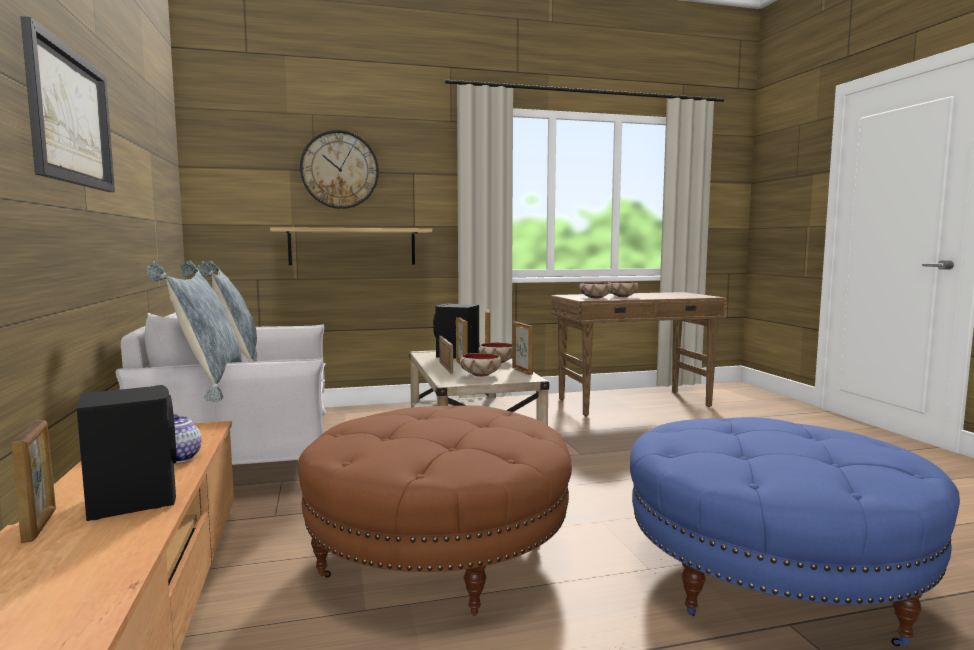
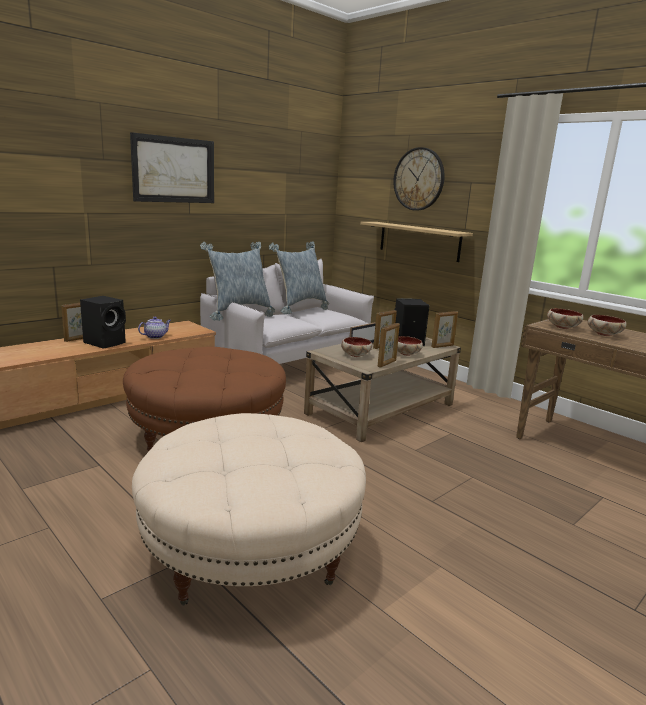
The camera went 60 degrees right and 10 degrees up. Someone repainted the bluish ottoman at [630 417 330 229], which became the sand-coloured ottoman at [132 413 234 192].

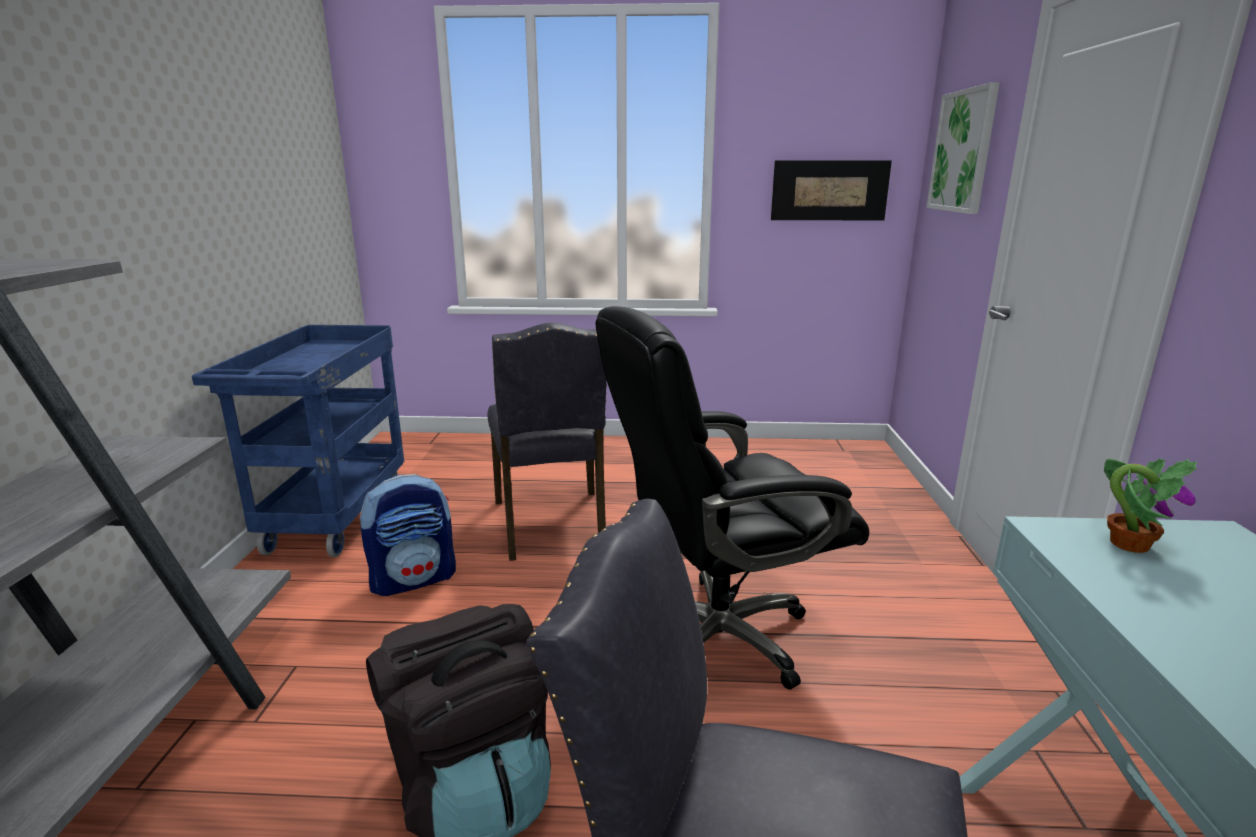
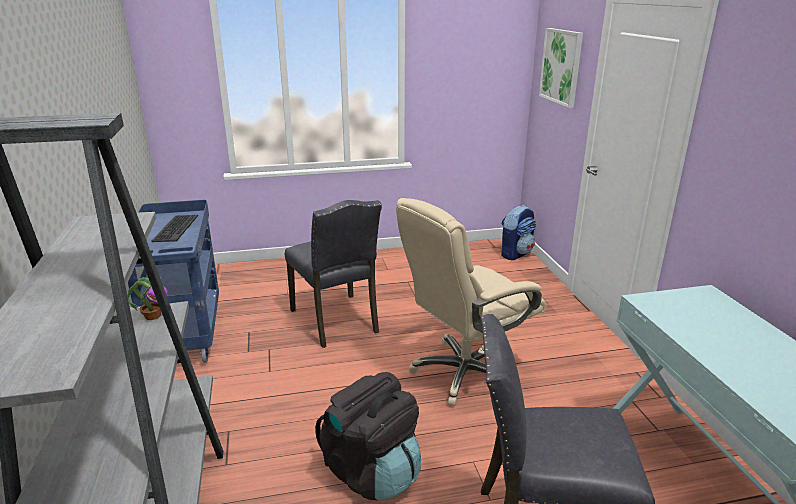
The camera went 15 degrees left and 5 degrees up. Someone took away the wall art at [771 161 121 60]. Someone put down the computer keyboard at [151 215 47 27]. Someone carried the knapsack from [360 474 96 122] to [501 205 35 55]. Someone carried the plant in a pot from [1104 458 93 95] to [127 277 41 43]. Someone repainted the blackish computer chair at [596 306 273 384], which became the sand-coloured computer chair at [396 198 150 208].

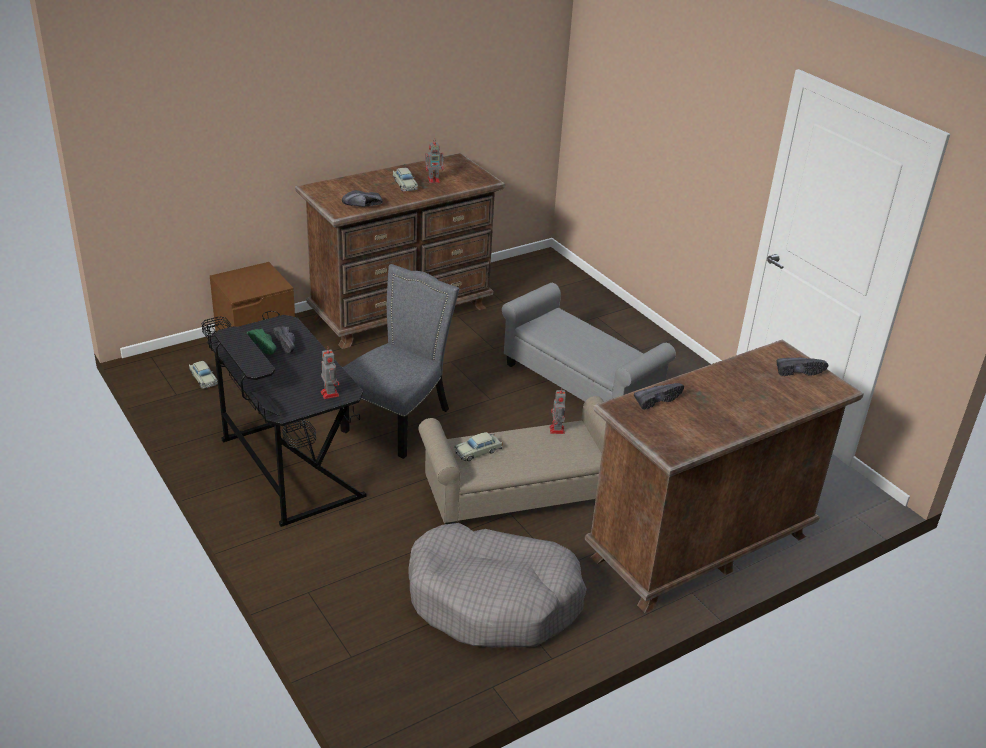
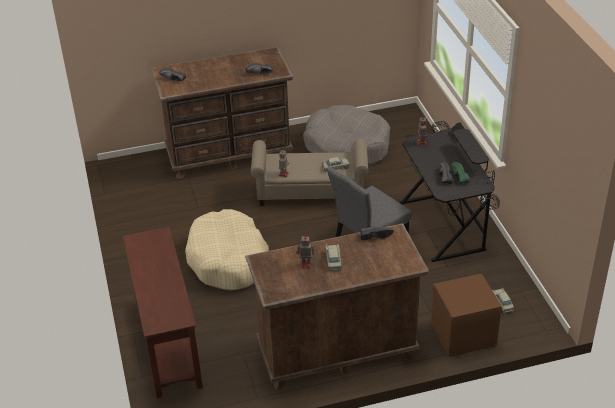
The camera went 160 degrees left and 5 degrees up. Someone put down the brown narrow table at [123 227 80 171]. Someone swapped the grey ottoman at [502 283 174 119] for the sand-coloured pet bed at [185 209 84 82].

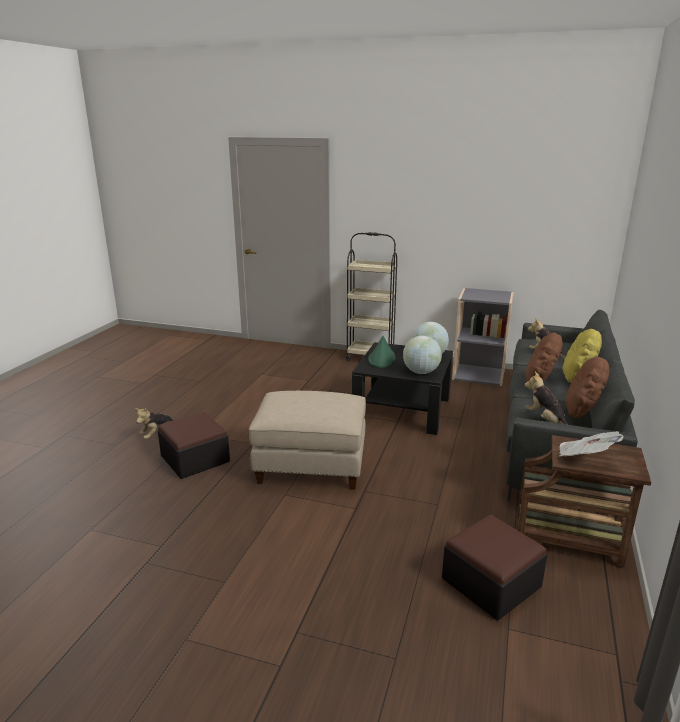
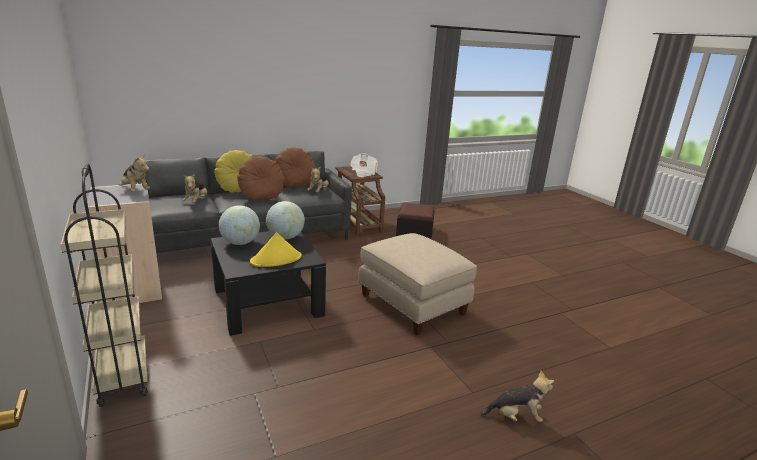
The camera went 135 degrees left and 0 degrees up. Someone took away the ottoman at [158 412 72 67]. Someone put down the soft toy at [118 154 32 37]. Someone repainted the greenish hat at [368 336 28 32], which became the yellowish hat at [250 232 52 35].

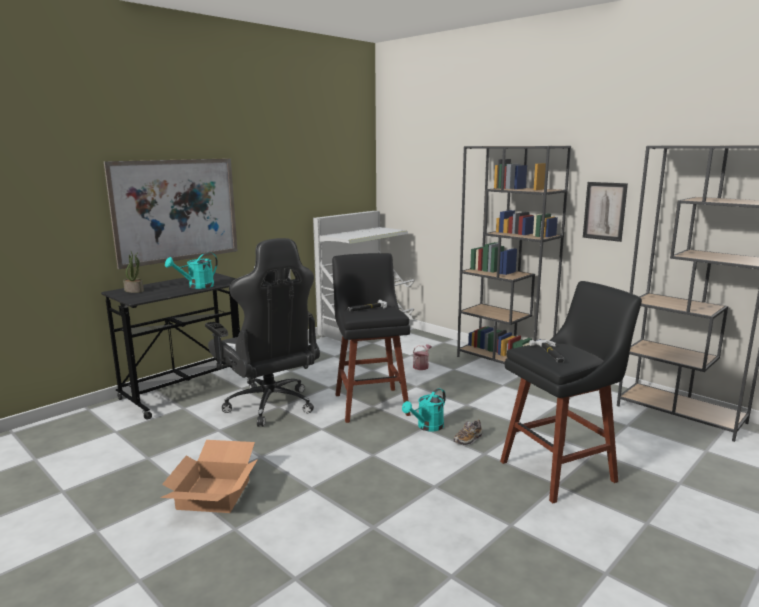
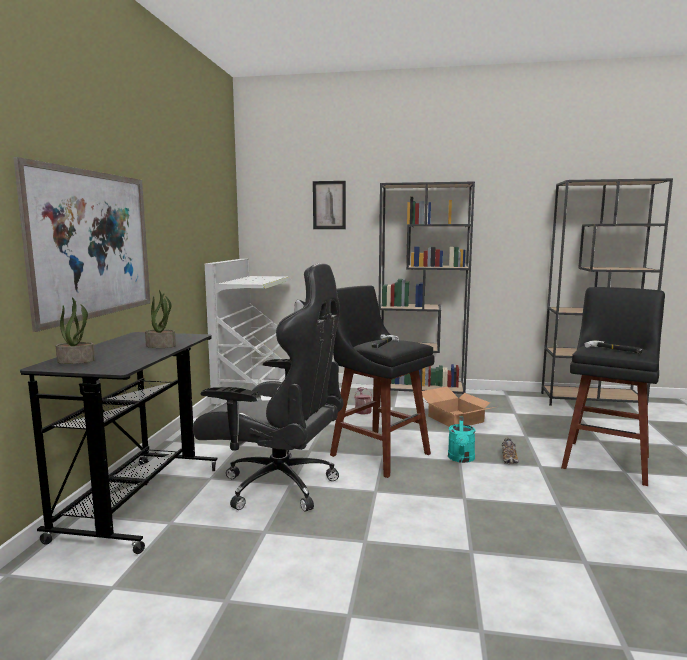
The camera went 35 degrees left and 5 degrees down. Someone carried the packing box from [160 440 98 73] to [422 387 73 40]. Someone carried the wall art from [583 182 45 60] to [313 181 33 48]. Someone swapped the turquoise-coloured watering can at [165 252 53 37] for the plant in a pot at [145 290 31 58].

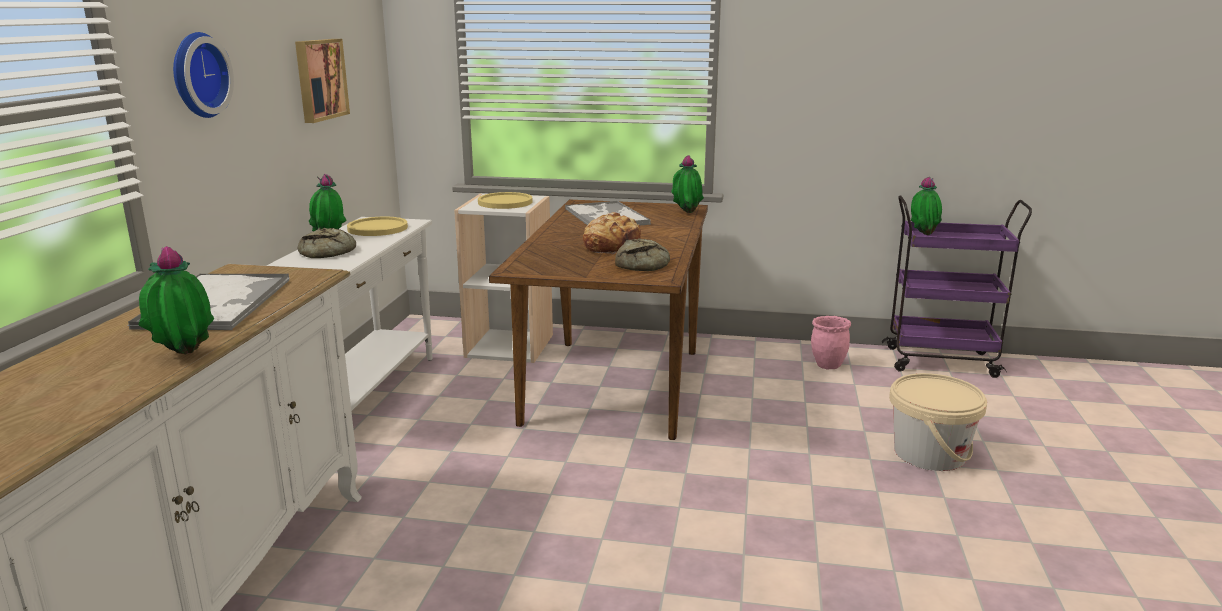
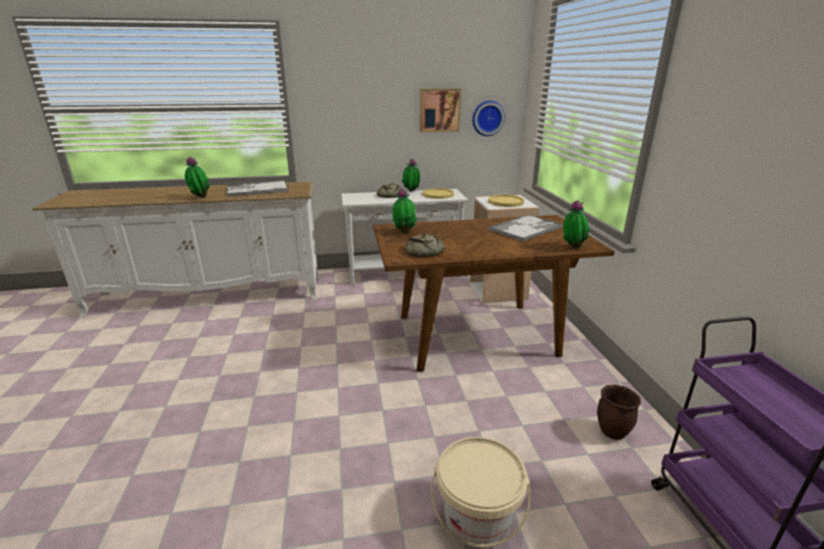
The camera went 70 degrees right and 5 degrees up. Someone took away the baked bread at [583 212 58 43]. Someone carried the hanging clock from [173 32 61 86] to [472 101 33 35]. Someone carried the plant in a pot from [911 177 31 58] to [392 189 26 45]. Someone repainted the pinkish planter at [811 316 40 53], which became the brown planter at [597 385 44 55].

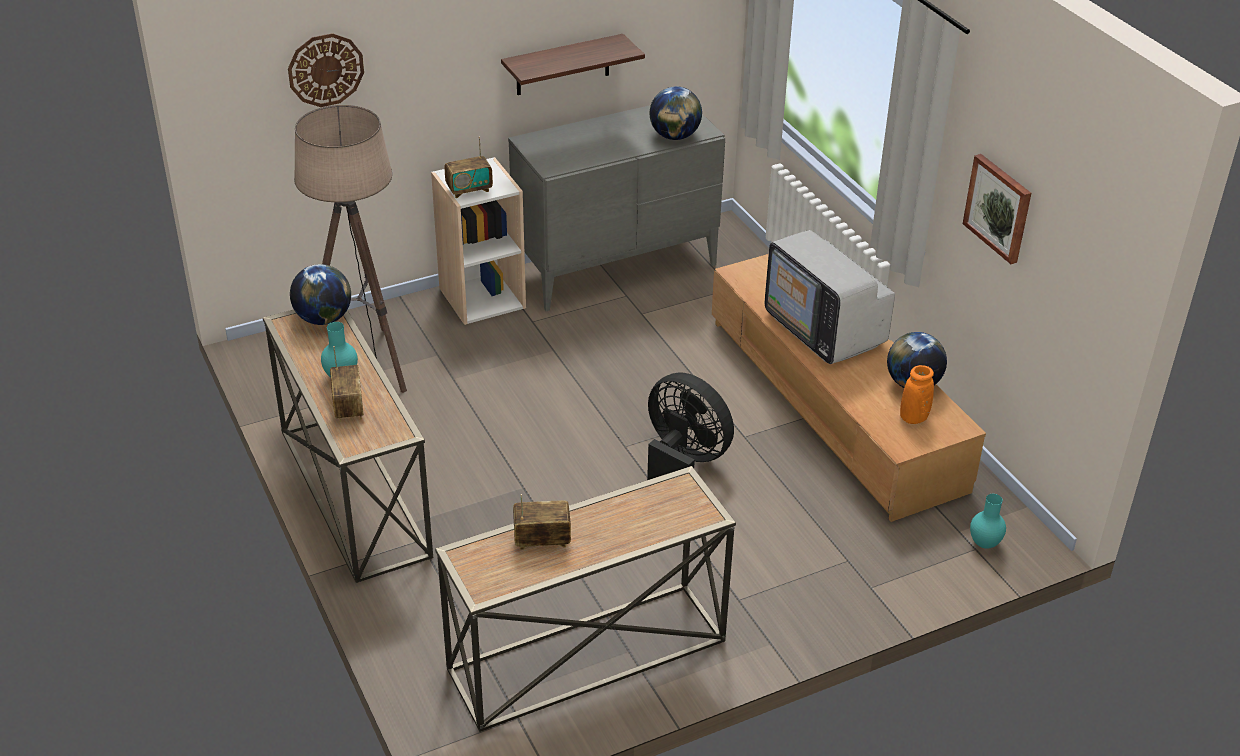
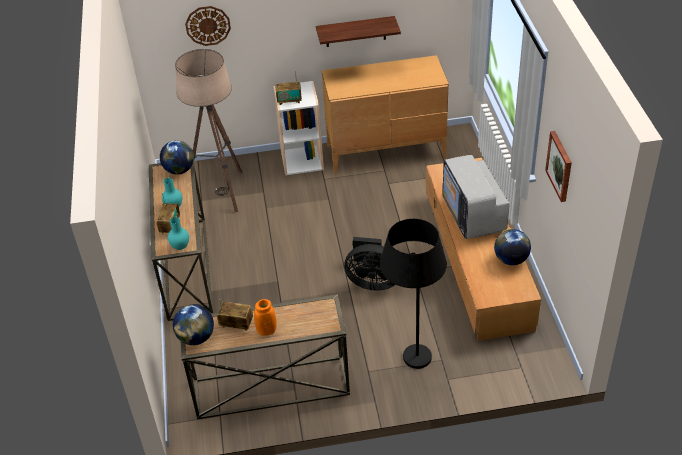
The camera went 20 degrees right and 5 degrees up. Someone put down the blackish floor lamp at [380 219 67 150]. Someone carried the desk globe from [650 86 52 54] to [173 304 41 41]. Someone carried the orange-coloured vase from [900 365 34 59] to [254 299 23 37]. Someone carried the turquoise-coloured vase from [970 494 36 55] to [168 217 21 33]. Someone repainted the grey cupboard at [508 105 217 206], which became the brown cupboard at [321 55 128 119]. Someone rotated the blackish cooling fan at [647 373 87 107] by 135 degrees clockwise.

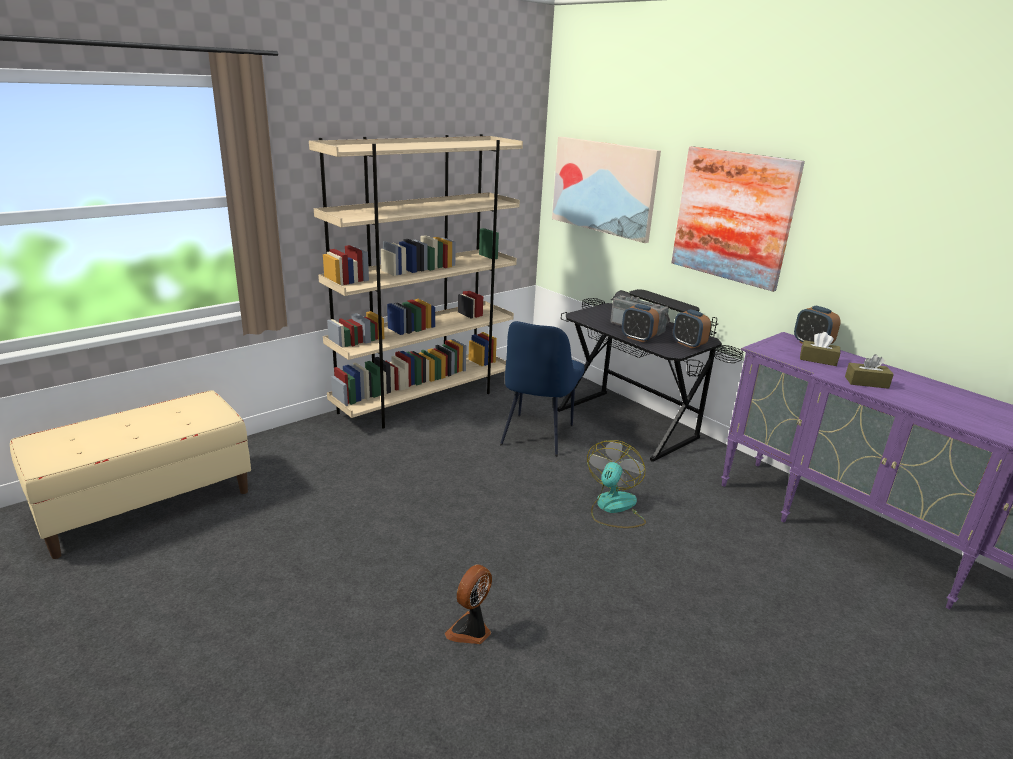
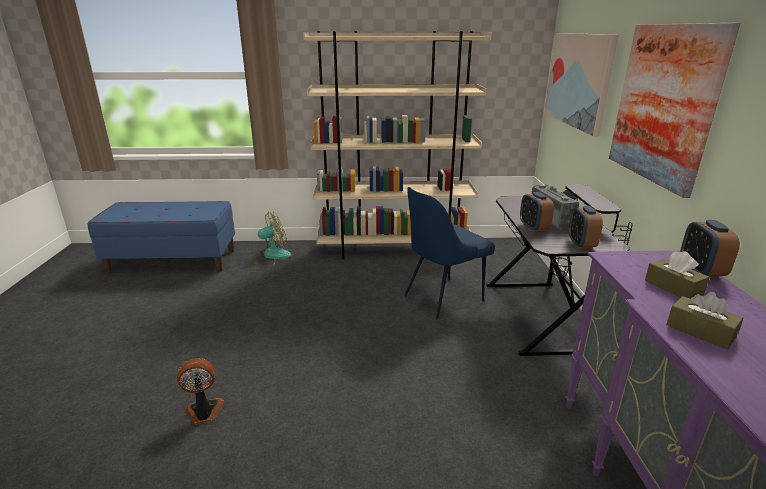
The camera went 40 degrees right and 0 degrees up. Someone carried the cooling fan from [587 440 59 88] to [250 211 41 56]. Someone repainted the sand-coloured bench at [10 390 241 169], which became the bluish bench at [88 201 147 73].

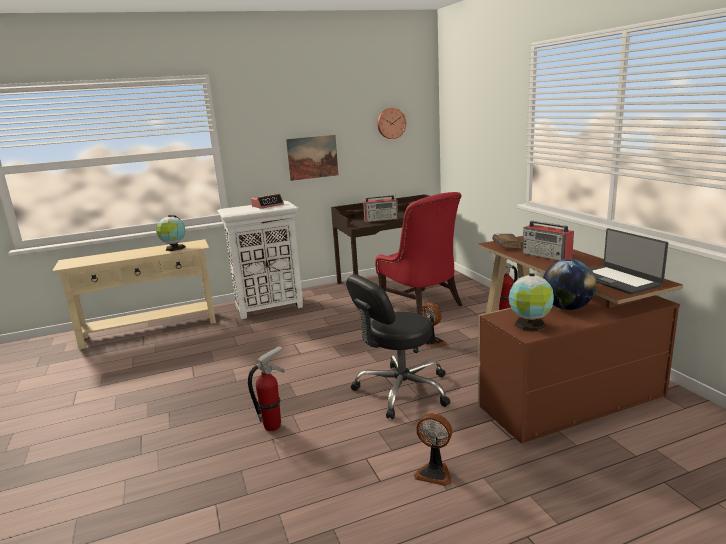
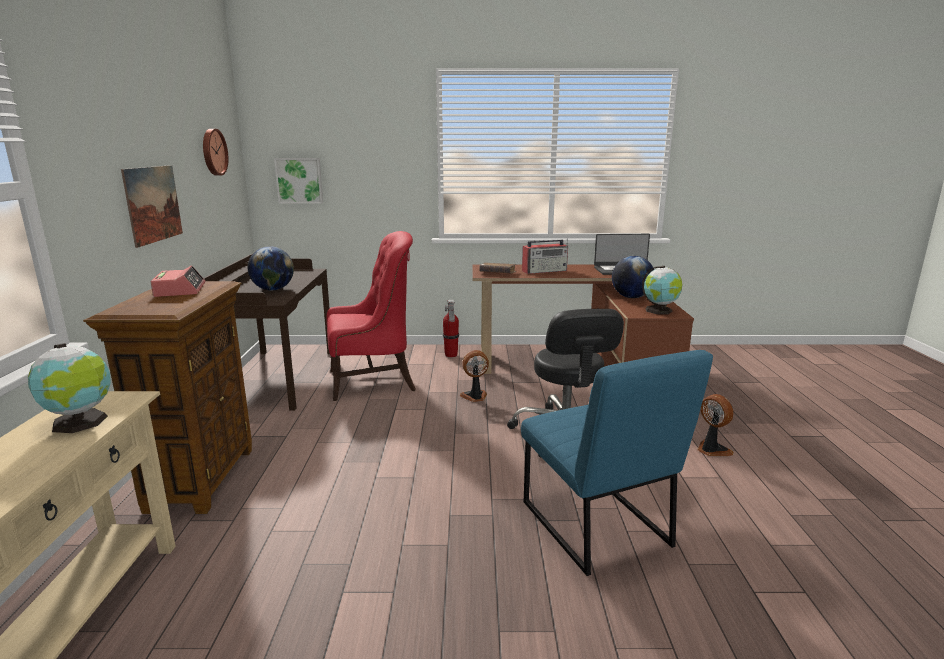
The camera went 70 degrees left and 0 degrees up. Someone put up the wall art at [274 158 49 46]. Someone swapped the extinguisher at [248 346 37 85] for the bluish chair at [521 350 192 226]. Someone swapped the radio receiver at [363 195 35 27] for the desk globe at [248 246 46 44]. Someone repainted the white-coloured cupboard at [217 201 86 118], which became the brown cupboard at [83 281 169 233]. Someone rotated the cooling fan at [414 413 38 73] by 75 degrees counterclockwise.

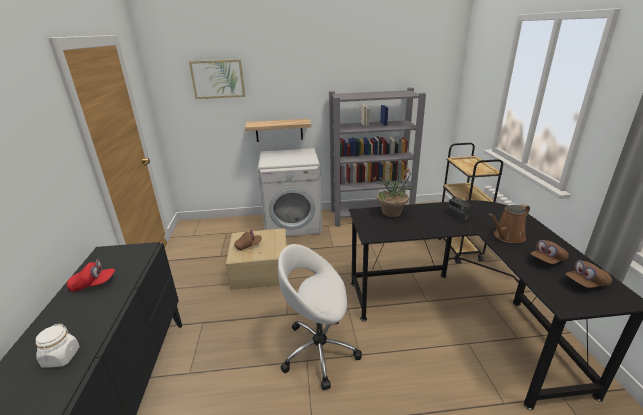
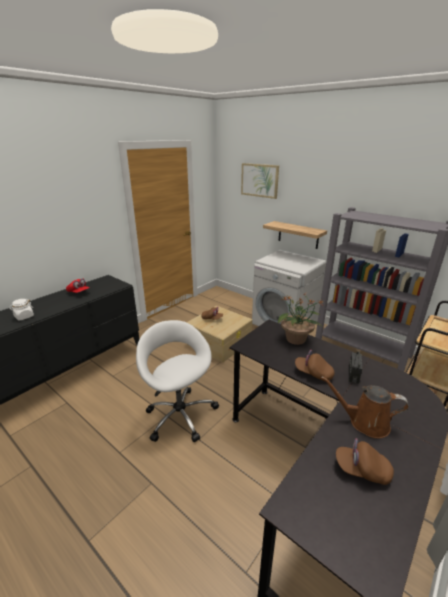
The camera went 45 degrees right and 0 degrees up. Someone carried the brown cap from [566 260 46 28] to [295 350 40 31].

